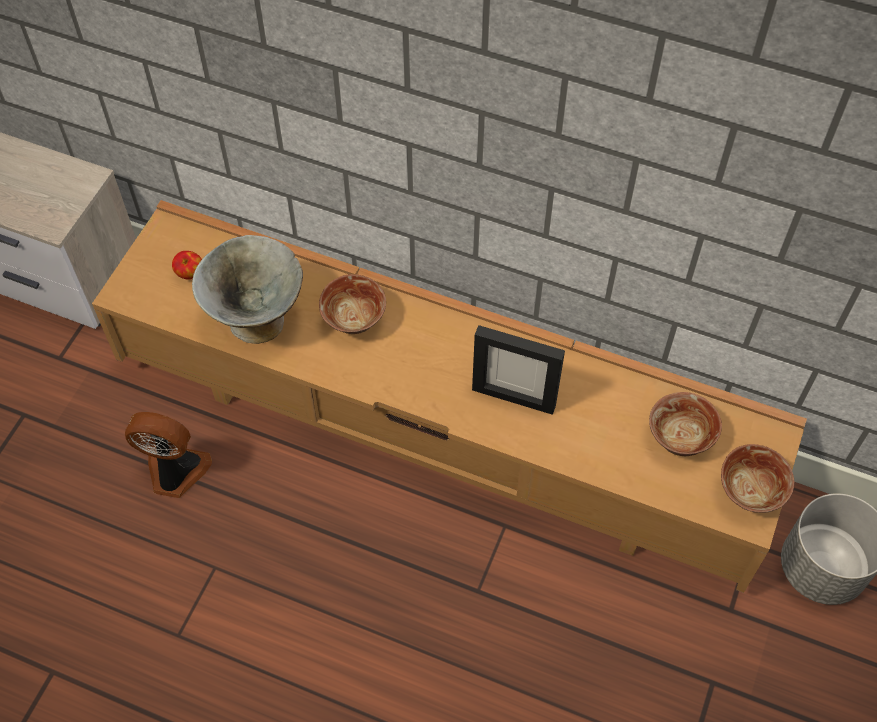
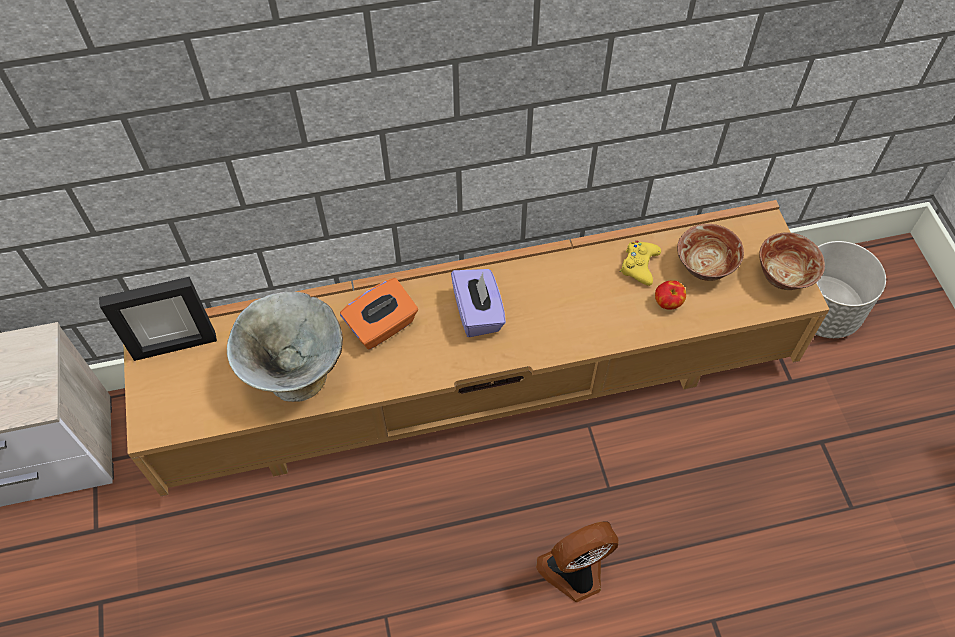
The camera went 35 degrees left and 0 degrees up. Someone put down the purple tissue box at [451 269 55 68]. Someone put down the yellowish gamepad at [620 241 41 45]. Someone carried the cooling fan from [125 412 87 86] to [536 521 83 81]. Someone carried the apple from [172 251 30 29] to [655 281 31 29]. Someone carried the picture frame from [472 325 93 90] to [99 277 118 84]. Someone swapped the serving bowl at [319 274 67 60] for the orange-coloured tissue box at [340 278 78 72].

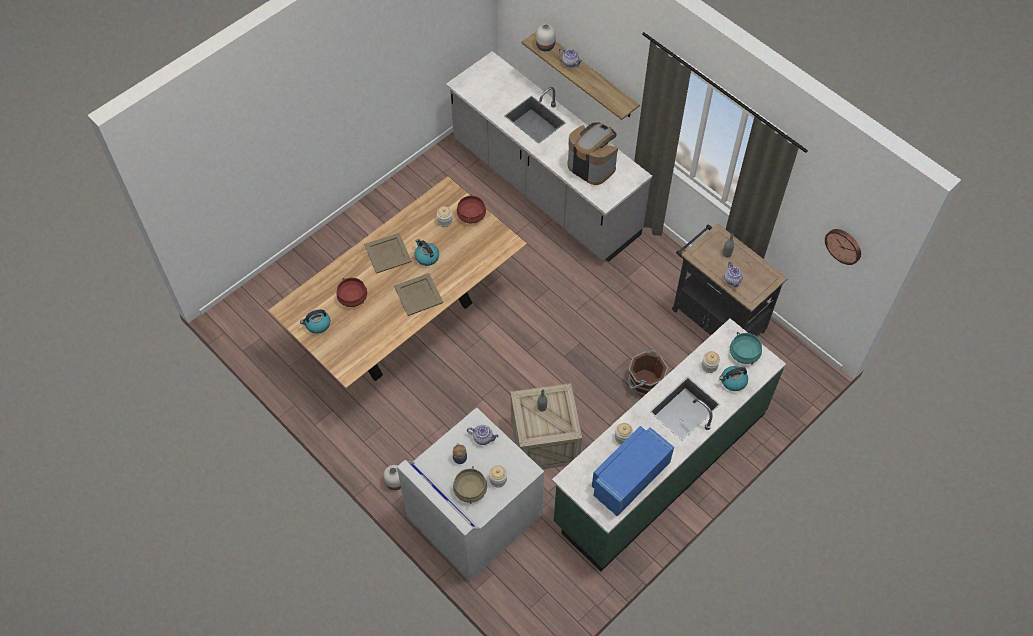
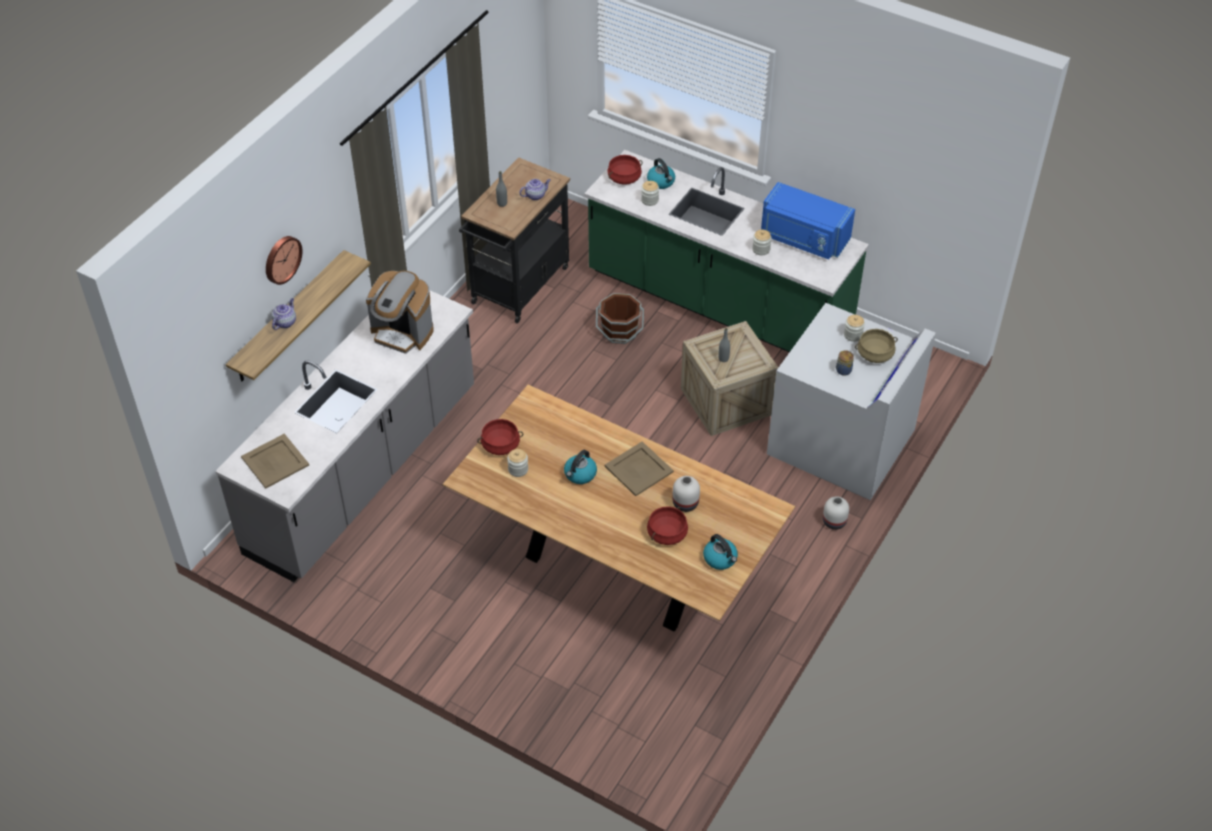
The camera went 105 degrees left and 10 degrees down. Someone took away the teapot at [467 425 32 20]. Someone carried the sand-coloured carrying tray from [364 233 48 41] to [241 434 68 55]. Someone carried the white-coloured vase from [536 24 20 27] to [672 476 28 36]. Someone carried the hanging clock from [825 229 36 36] to [266 236 36 49]. Someone repainted the turquoise-coloured saucepot at [730 332 32 32], which became the reddish saucepot at [607 155 36 30]. Someone rotated the coffee maker at [567 122 51 63] by 90 degrees counterclockwise.

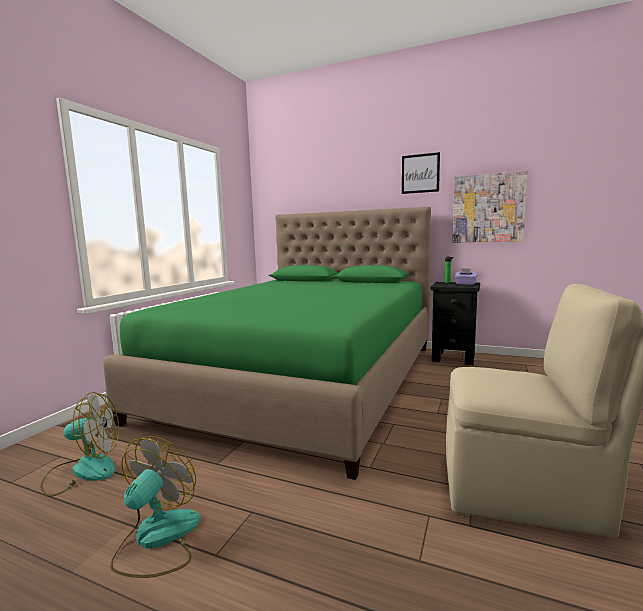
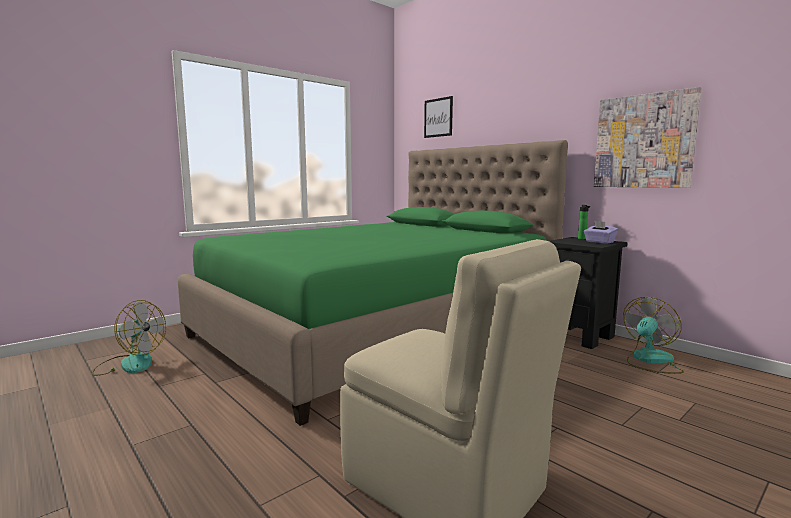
The camera went 25 degrees right and 0 degrees up. Someone carried the cooling fan from [110 436 91 142] to [623 297 61 77]. Someone carried the wall art from [402 152 38 42] to [424 96 29 42].

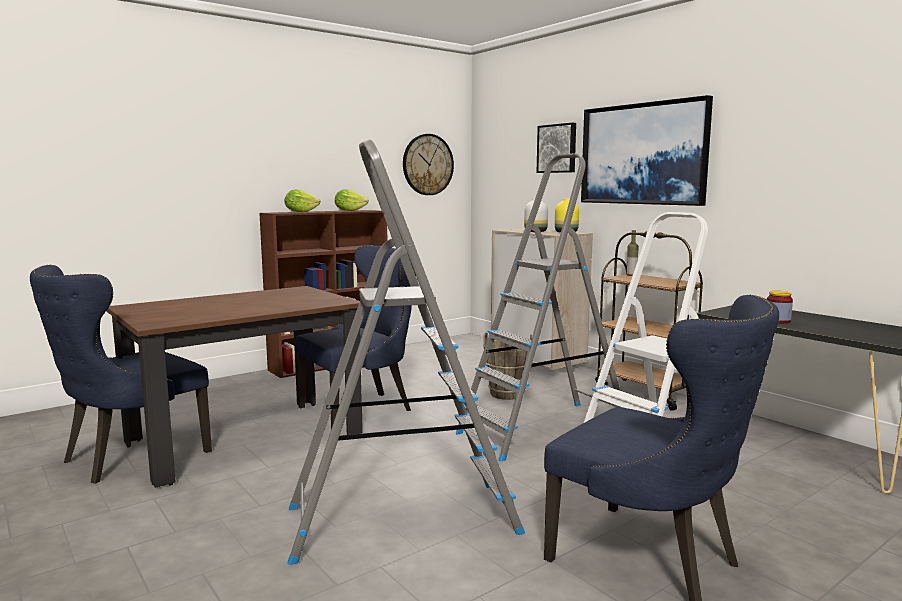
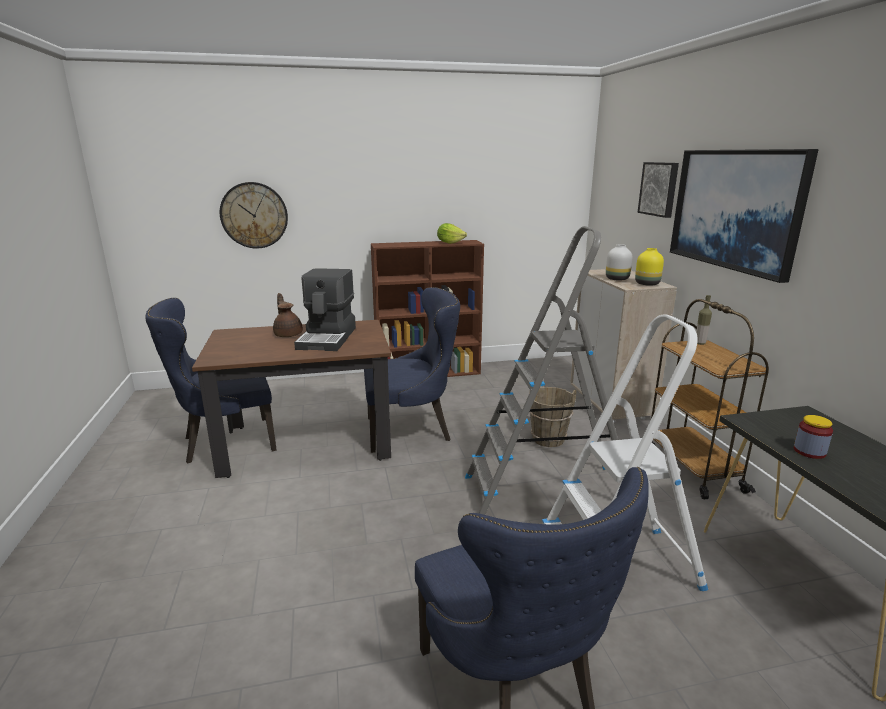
The camera went 25 degrees right and 10 degrees up. Someone took away the head of lettuce at [285 190 35 22]. Someone took away the grey stepladder at [288 139 237 426]. Someone put down the brown teapot at [273 293 30 44]. Someone put down the coffee maker at [294 268 62 83]. Someone carried the hanging clock from [403 134 51 61] to [220 182 68 67].

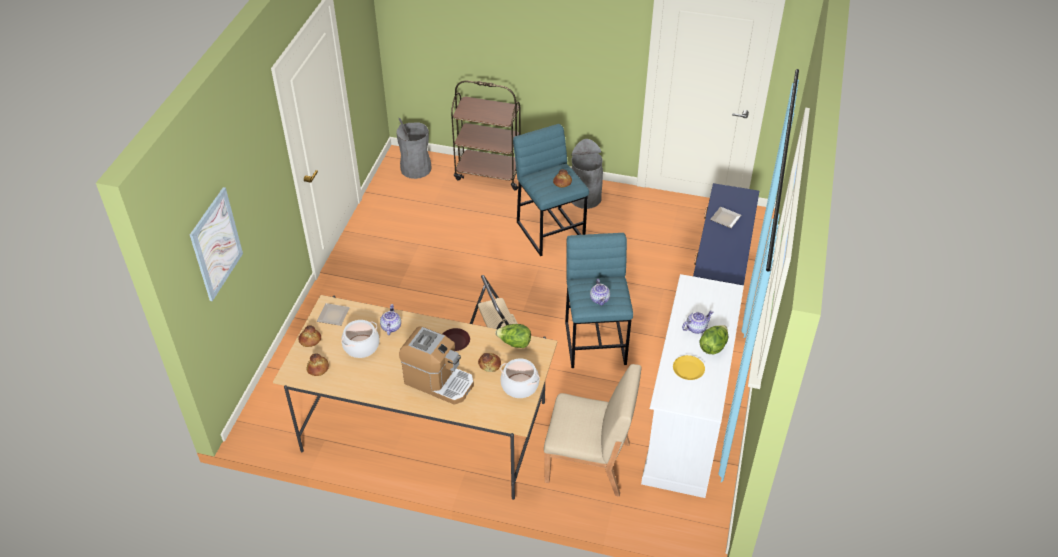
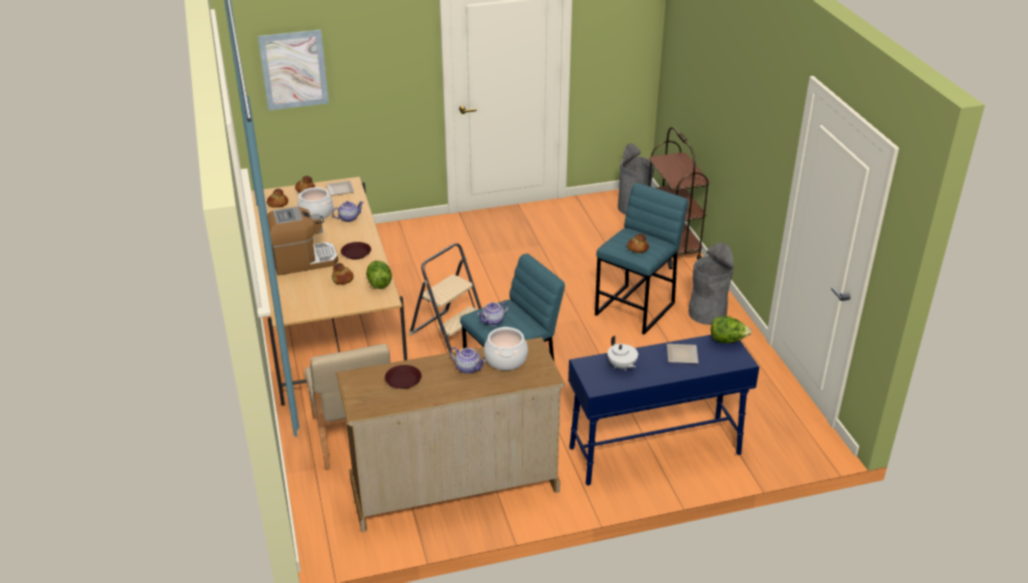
The camera went 60 degrees right and 10 degrees down. Someone put down the white-coloured teapot at [607 336 31 35]. Someone carried the saucepot from [500 358 40 40] to [484 327 44 43]. Someone carried the head of lettuce from [700 325 28 29] to [711 316 41 27]. Someone repainted the white-coloured cupboard at [641 274 103 224], which became the brown cupboard at [336 337 229 195]. Someone repainted the yellowish dinner plate at [673 355 32 25], which became the brown dinner plate at [385 365 37 24]. Someone rotated the coffee maker at [399 326 75 79] by 105 degrees counterclockwise.

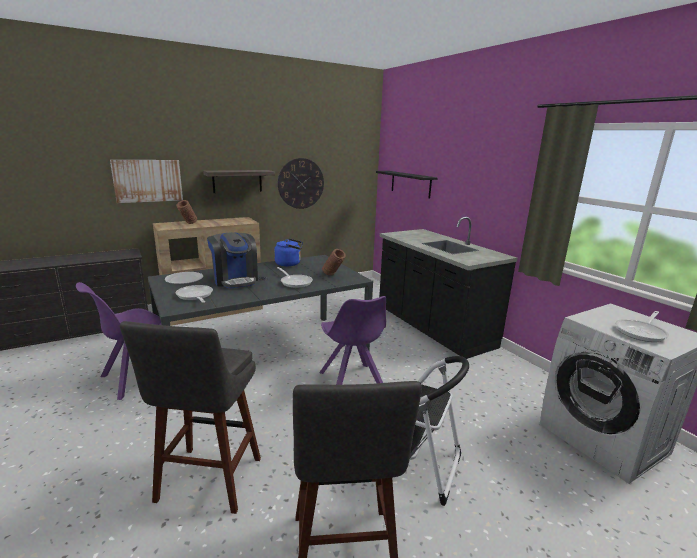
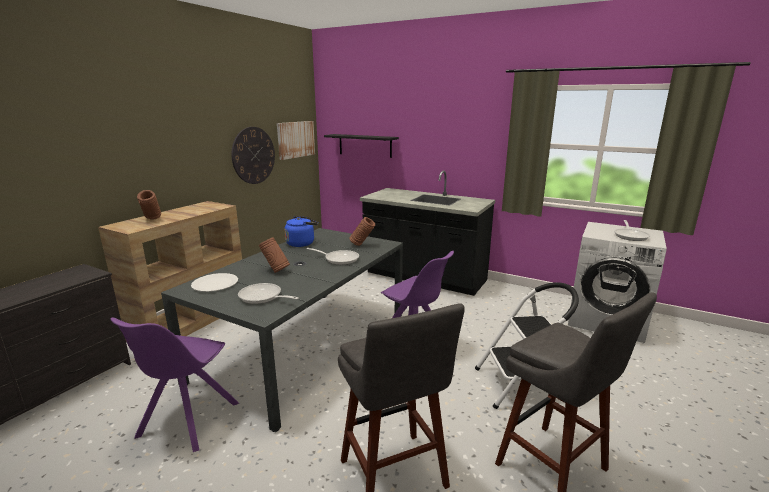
The camera went 30 degrees left and 0 degrees up. Someone took away the bracket shelf at [203 170 72 23]. Someone carried the wall art from [110 160 73 43] to [277 121 38 39]. Someone swapped the coffee maker at [207 232 51 57] for the brown vase at [259 238 31 35].

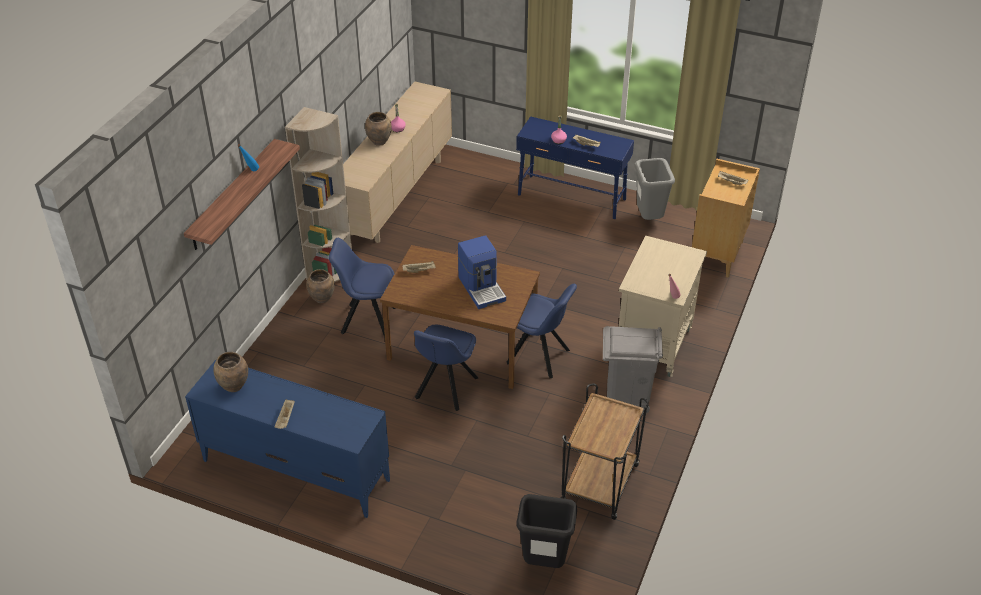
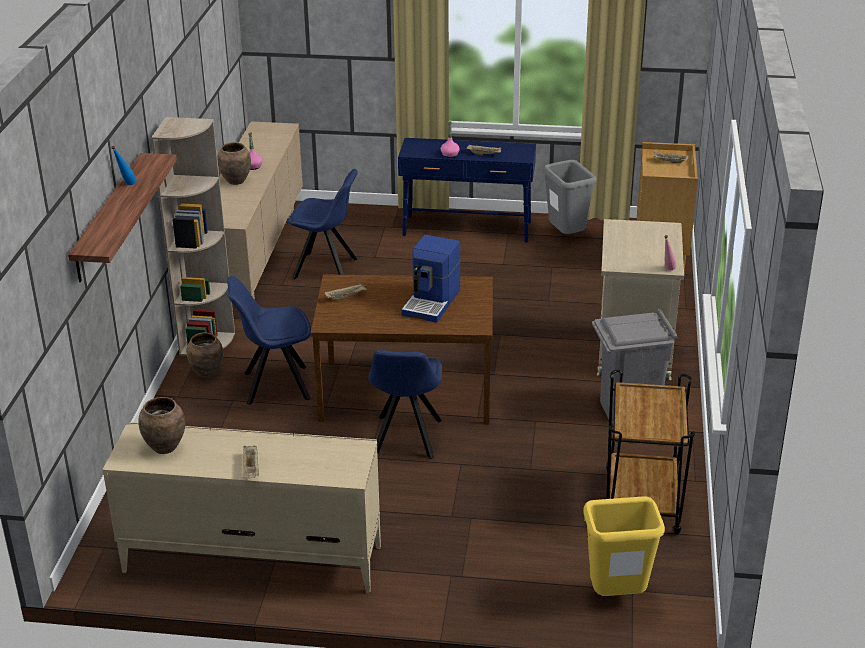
The camera went 15 degrees left and 10 degrees down. Someone carried the bluish chair from [506 284 71 94] to [288 169 70 110]. Someone repainted the bluish dresser at [185 360 205 158], which became the sand-coloured dresser at [102 422 279 171]. Someone repainted the blackish trash can at [517 494 60 74], which became the yellowish trash can at [583 496 82 100]. Someone rotated the coffee maker at [458 235 48 74] by 60 degrees clockwise.

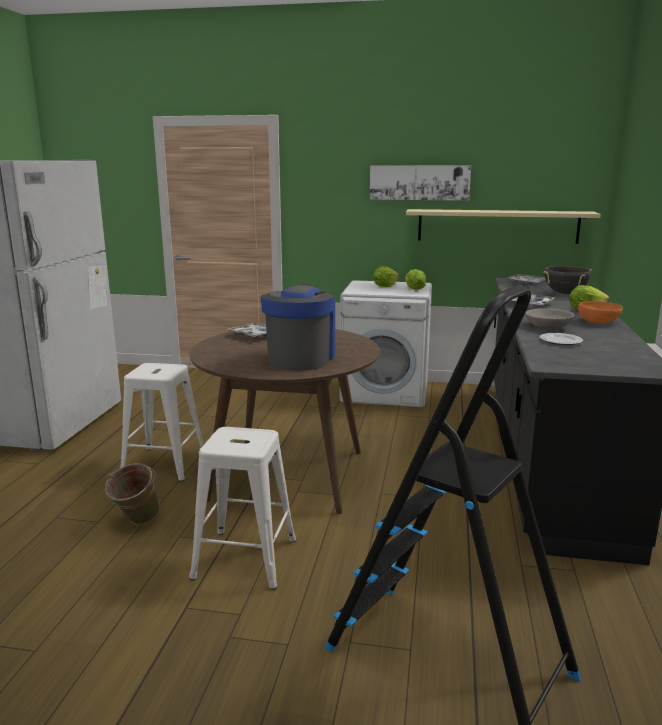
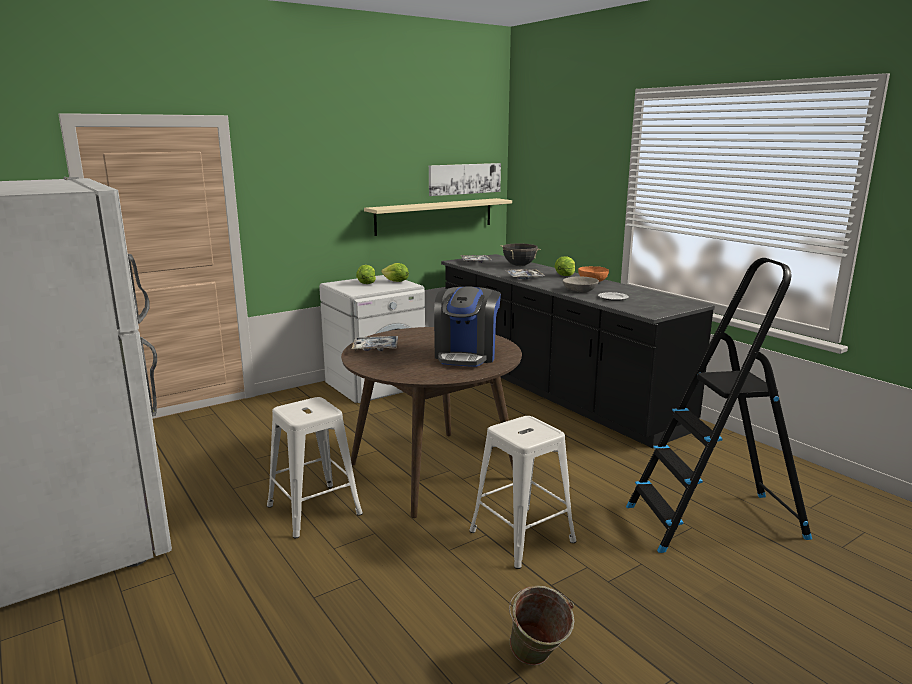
The camera went 45 degrees left and 0 degrees up. Someone carried the greenish bucket from [105 463 55 61] to [509 586 65 80]. Someone carried the wall art from [370 165 101 36] to [429 163 72 33]. Someone rotated the coffee maker at [260 284 75 87] by 135 degrees counterclockwise.

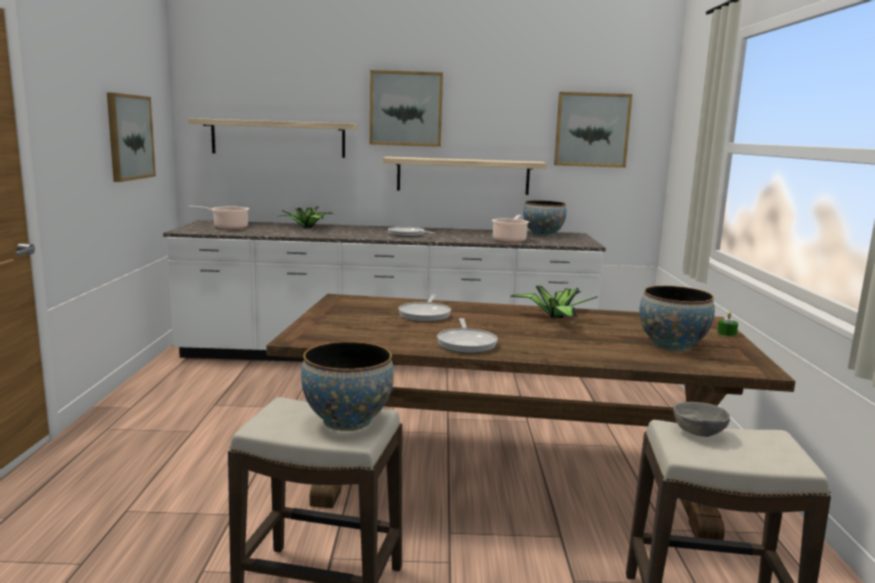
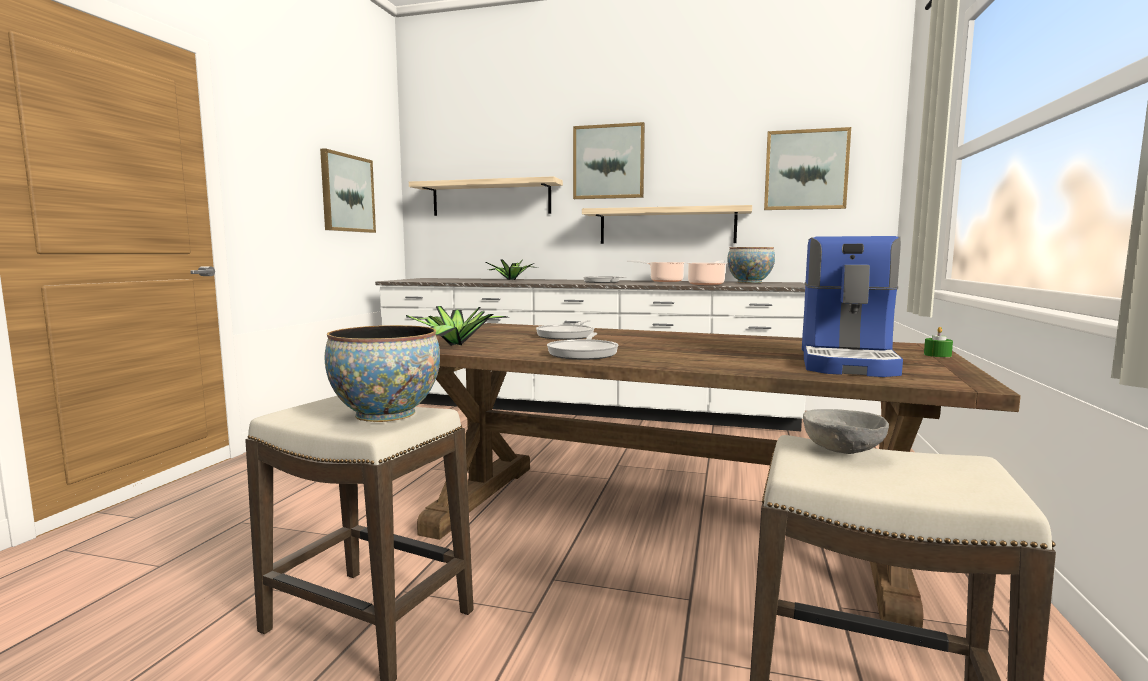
The camera went 15 degrees right and 5 degrees down. Someone carried the saucepot from [188 206 61 23] to [627 260 59 22]. Someone carried the plant in a pot from [510 286 88 33] to [406 306 102 40]. Someone swapped the serving bowl at [639 286 76 66] for the coffee maker at [802 236 101 141].

